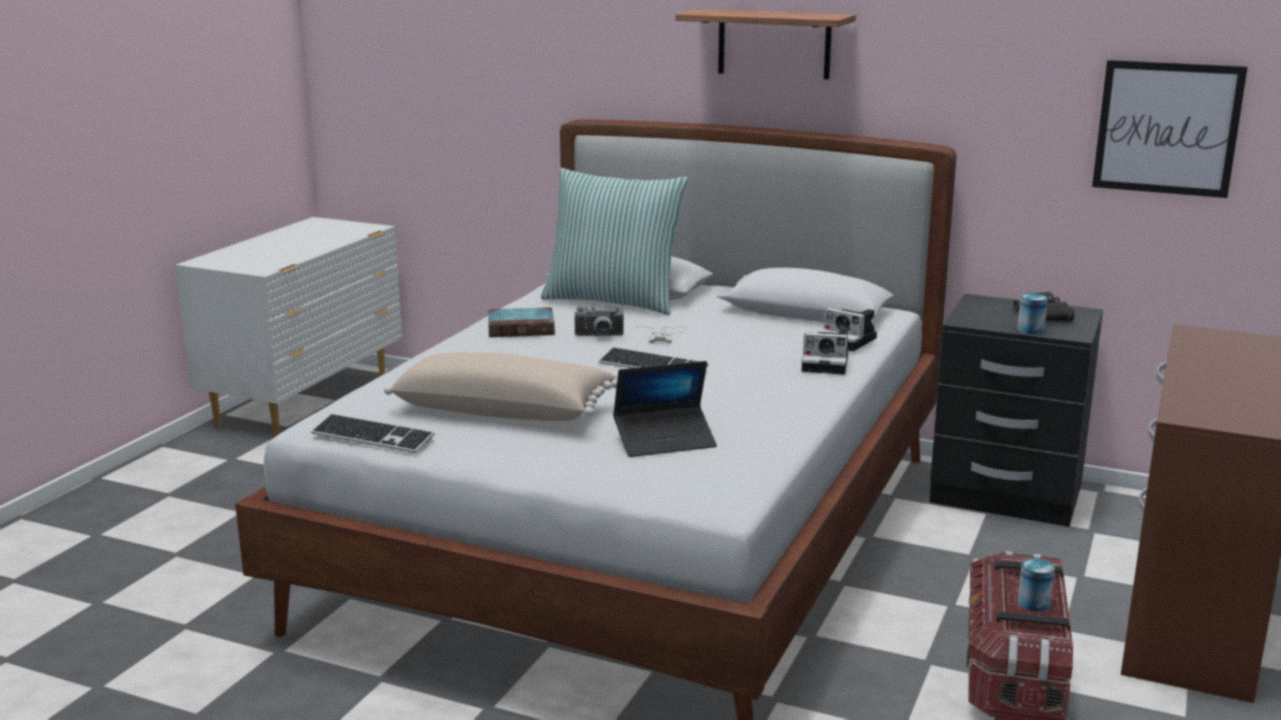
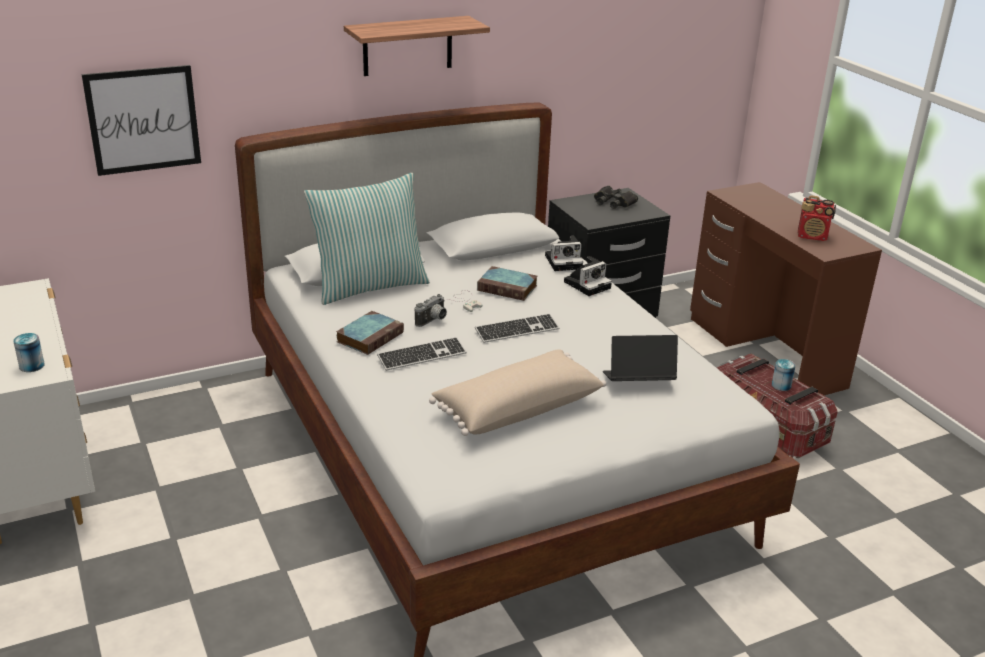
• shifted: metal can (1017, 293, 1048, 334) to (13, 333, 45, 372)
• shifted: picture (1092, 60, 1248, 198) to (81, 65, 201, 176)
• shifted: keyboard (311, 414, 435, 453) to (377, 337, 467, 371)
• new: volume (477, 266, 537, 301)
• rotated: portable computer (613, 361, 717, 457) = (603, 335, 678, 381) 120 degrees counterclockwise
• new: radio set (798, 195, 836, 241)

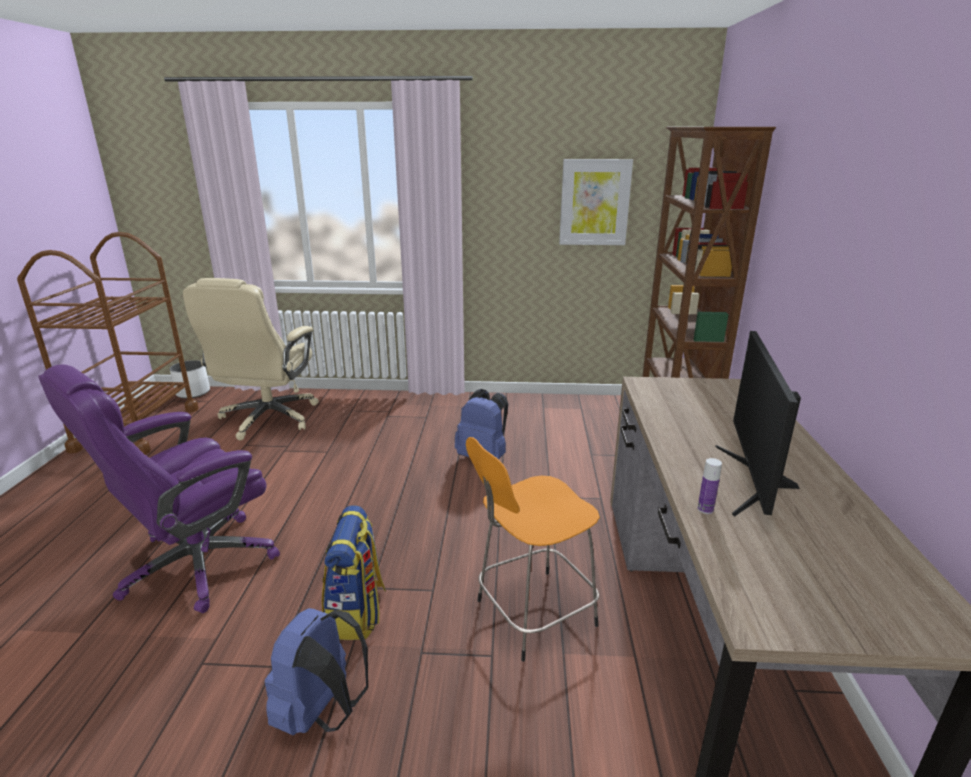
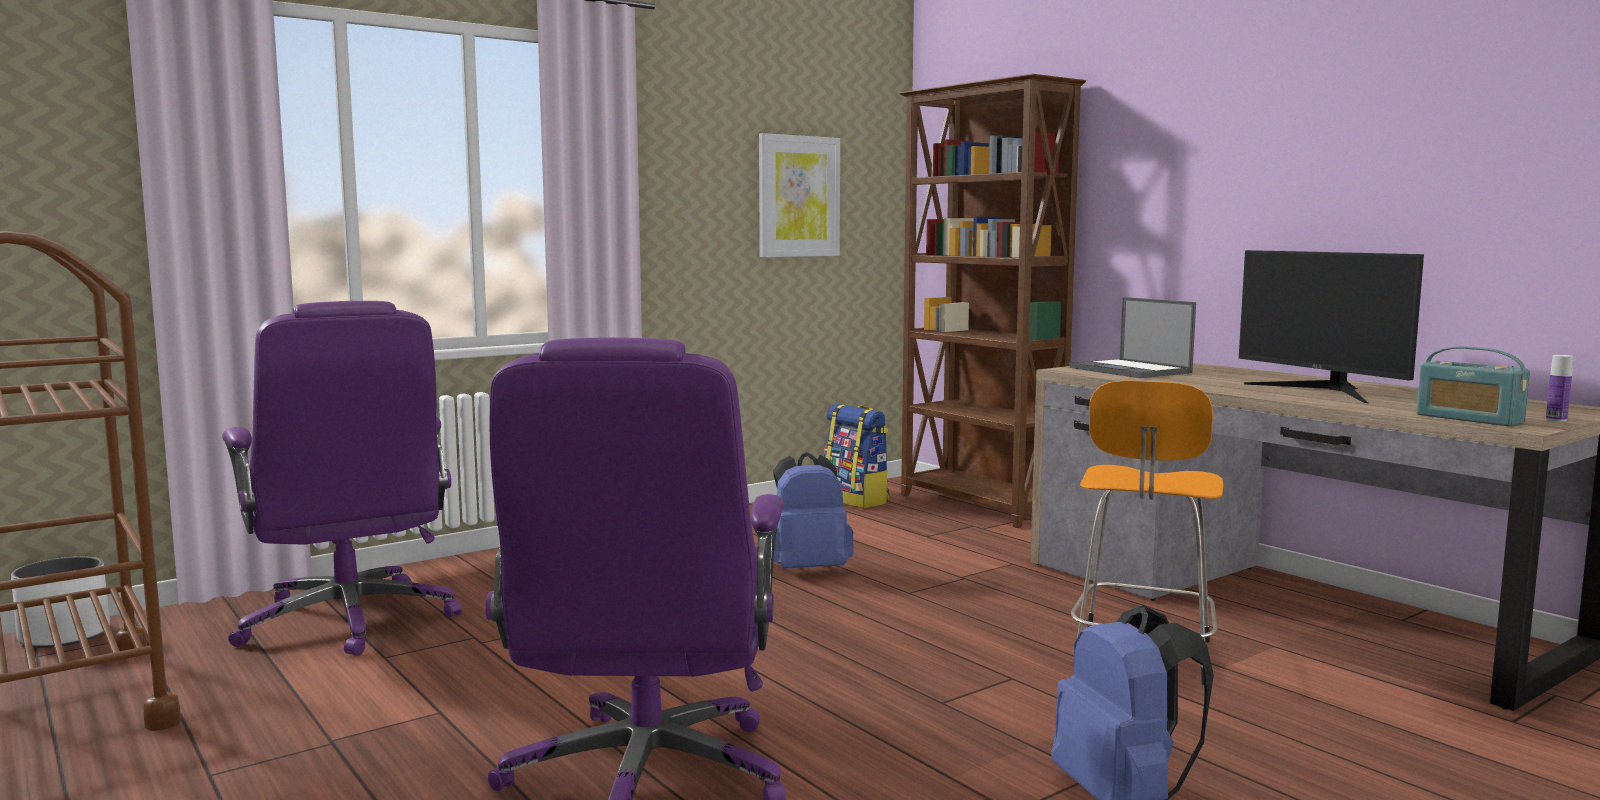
• repainted: desk chair (beige-coloured) (183, 278, 319, 440) to desk chair (purple) (222, 301, 462, 656)
• shifted: knapsack (322, 505, 386, 640) to (824, 404, 889, 508)
• new: portable computer (1070, 297, 1196, 378)
• new: radio set (1416, 347, 1530, 426)
• shifted: beverage bottle (698, 458, 722, 514) to (1546, 355, 1573, 422)

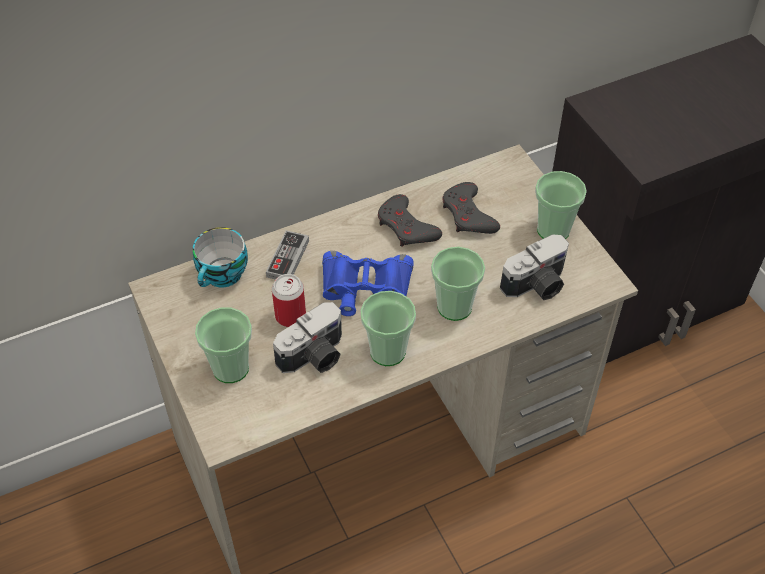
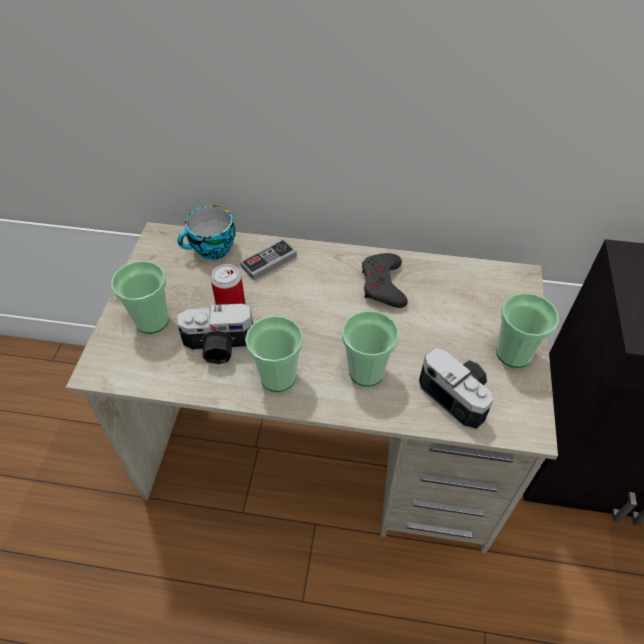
• rotated: photo camera (500, 234, 569, 300) = (419, 348, 493, 430) 135 degrees counterclockwise
• gone: binoculars (blue-coloured) (322, 251, 414, 316)
• gone: joypad (greyish) (443, 182, 500, 234)

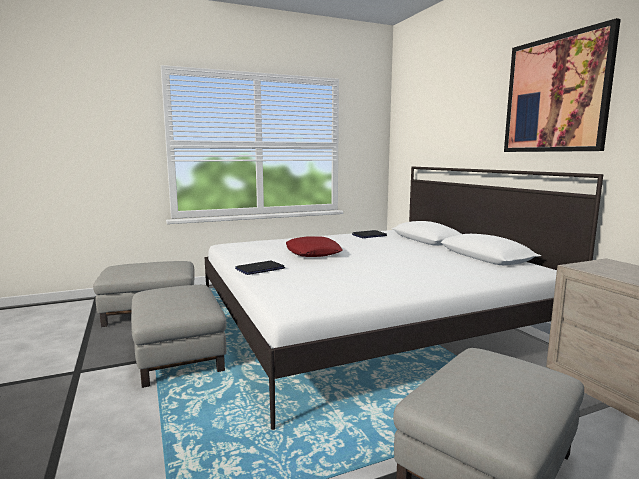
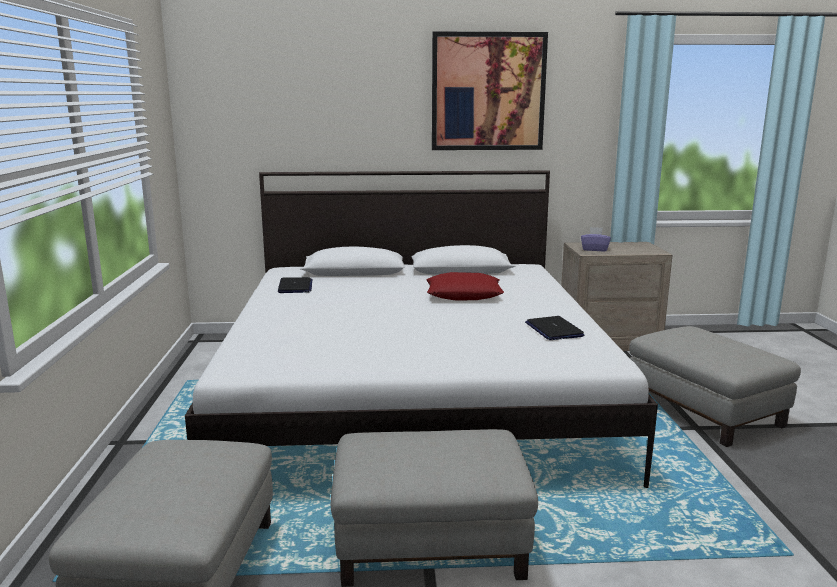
• shifted: pillow (red-coloured) (286, 236, 343, 257) to (426, 272, 504, 300)
• shifted: portable computer (235, 261, 285, 275) to (525, 316, 584, 340)
• new: box of tissues (purple) (581, 227, 611, 251)

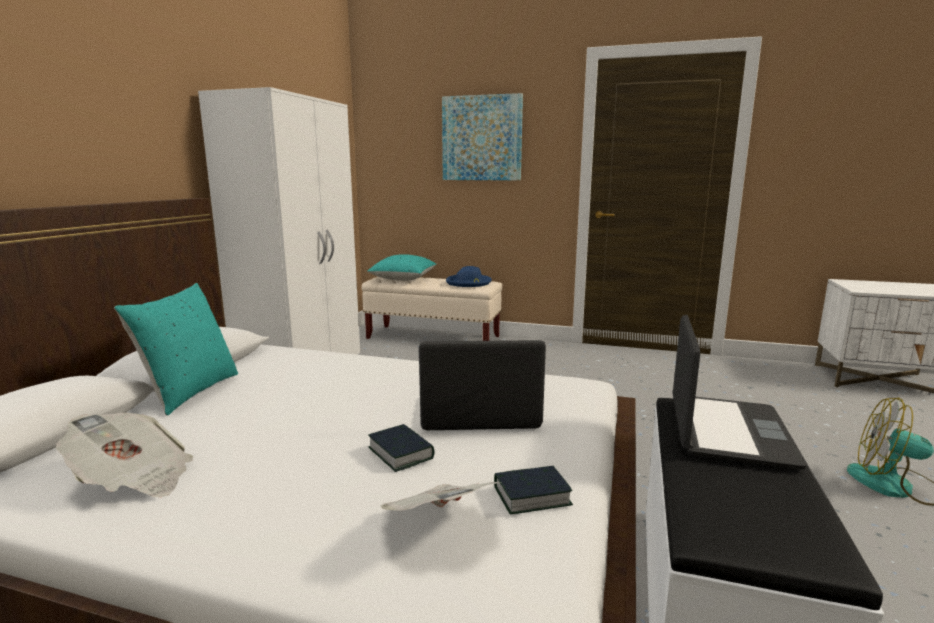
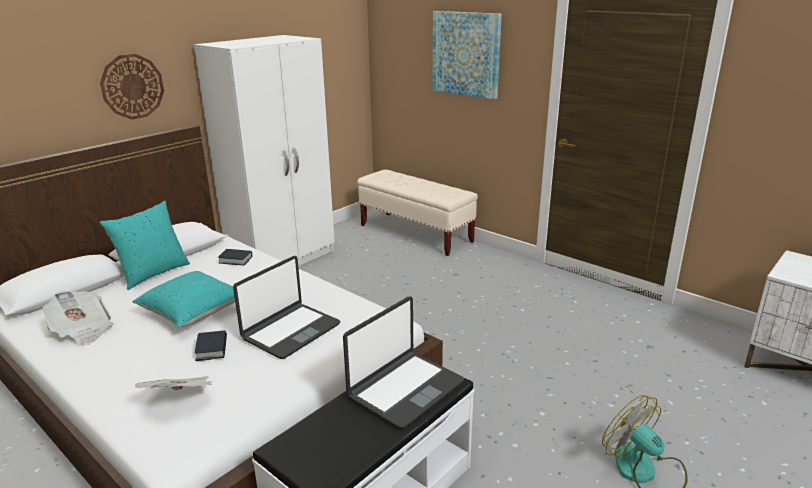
• new: clock on the wall (100, 54, 164, 120)
• shifted: pillow (turquoise) (367, 254, 437, 281) to (132, 271, 235, 327)
• shifted: volume (494, 466, 573, 514) to (218, 249, 252, 266)
• rotated: portable computer (419, 340, 546, 430) = (233, 256, 340, 359) 105 degrees clockwise
• gone: hat (blue-coloured) (446, 266, 492, 287)

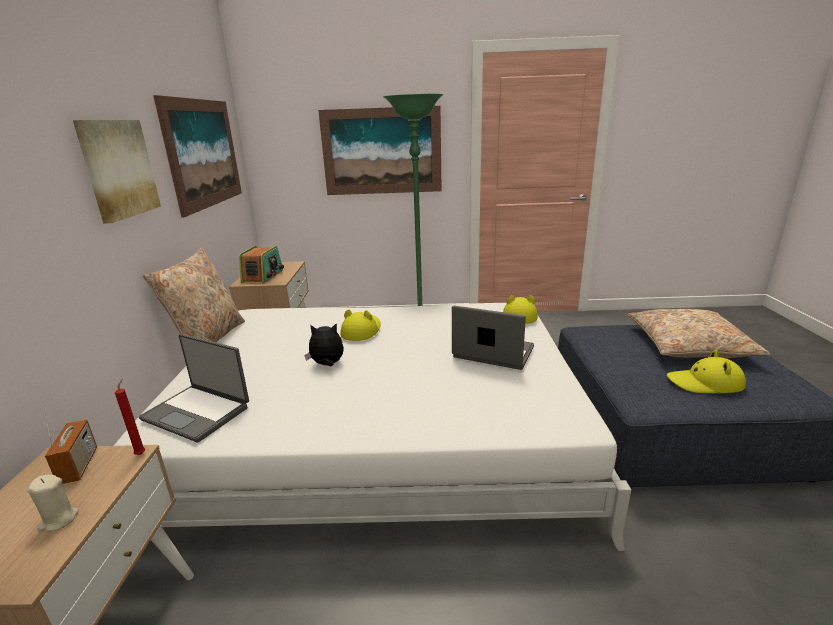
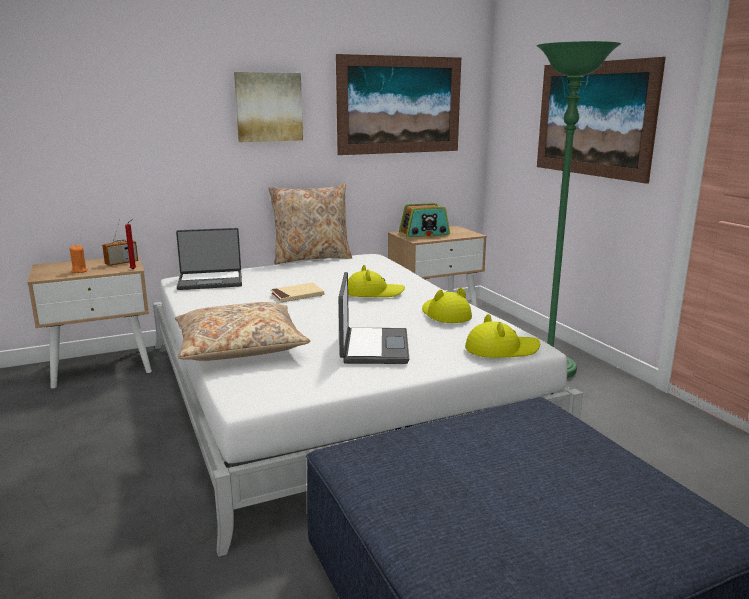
• repainted: wax light (beige-coloured) (28, 475, 79, 531) to wax light (orangey) (70, 245, 88, 273)
• shifted: pillow (beige-coloured) (628, 309, 770, 358) to (175, 302, 310, 361)
• rotated: portable computer (139, 334, 249, 442) = (176, 228, 242, 290) 105 degrees counterclockwise
• swapped: plush toy (304, 323, 344, 366) to volume (beige-coloured) (270, 282, 324, 303)
• shifted: hat (yellow-coloured) (667, 350, 746, 393) to (422, 288, 472, 323)

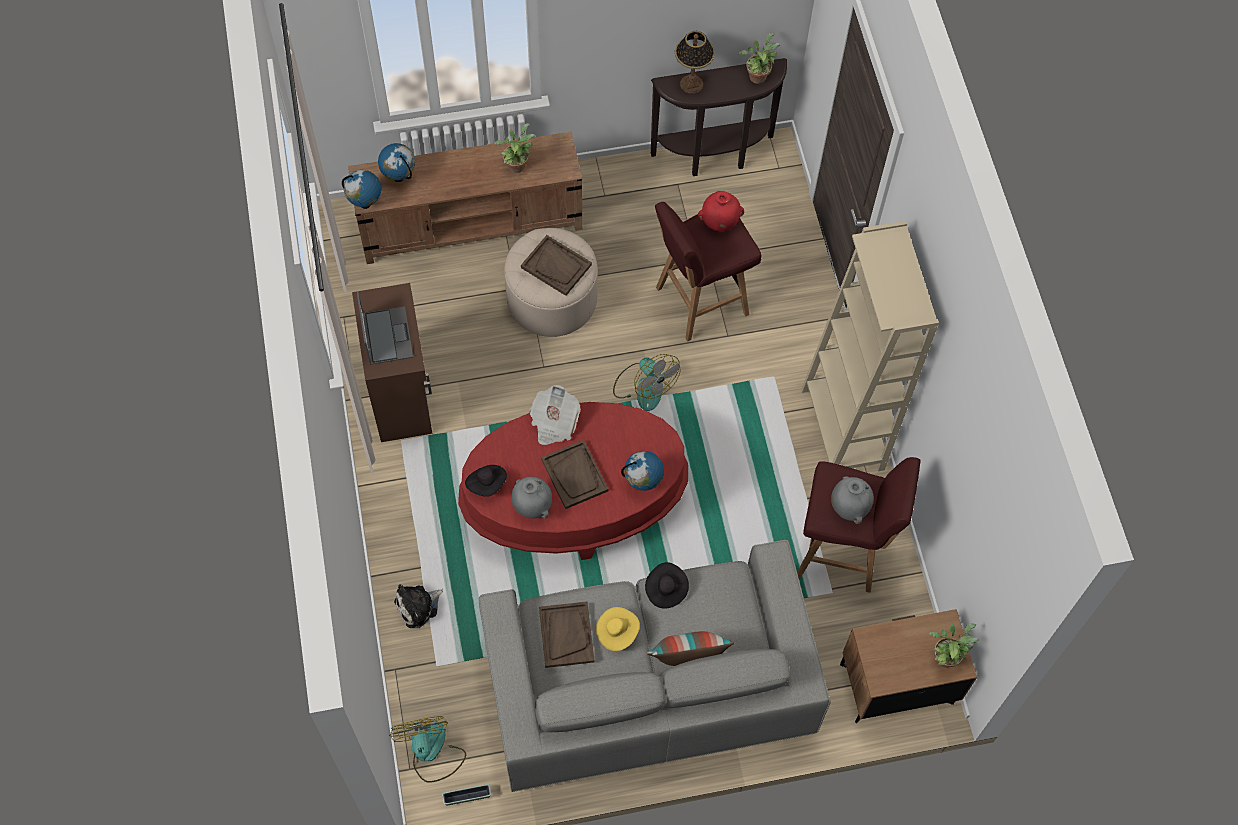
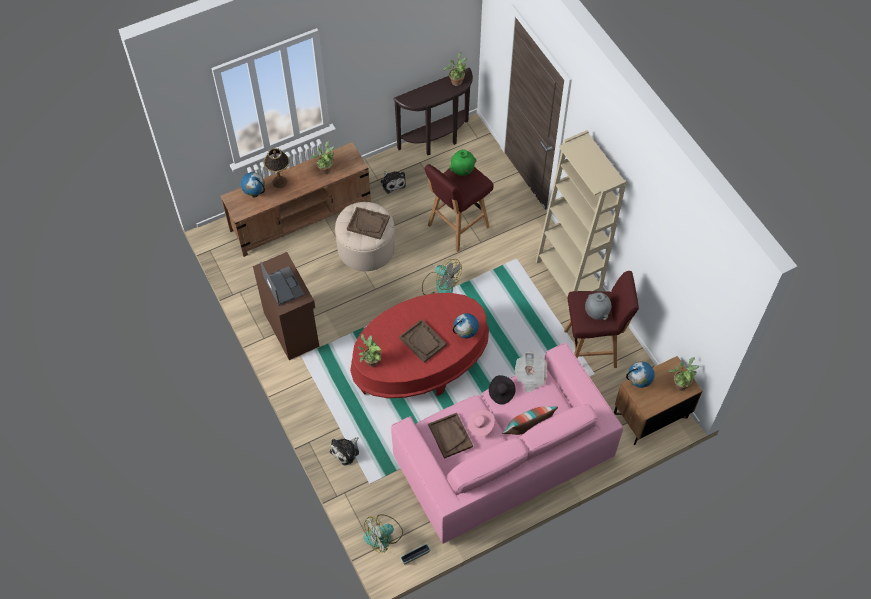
• shifted: tabletop lamp (675, 31, 715, 94) to (263, 148, 289, 188)
• swapped: hat (black-coloured) (465, 465, 507, 497) to plant in a pot (358, 334, 382, 367)
• rotated: electric fan (389, 716, 466, 783) = (364, 514, 403, 553) 90 degrees counterclockwise
• new: plush toy (381, 171, 406, 194)
• repainted: sofa (greyish) (479, 540, 830, 792) to sofa (pink) (391, 343, 623, 544)
• repainted: vase (red-coloured) (698, 191, 744, 232) to vase (green-coloured) (449, 149, 477, 176)
• repainted: hat (yellow-coloured) (596, 607, 640, 651) to hat (pink) (467, 409, 495, 437)
• shifted: printed paper (529, 385, 581, 445) to (514, 352, 547, 393)
• shifted: globe (342, 170, 381, 209) to (626, 362, 655, 388)
• gone: vase (greyish) (511, 477, 552, 519)

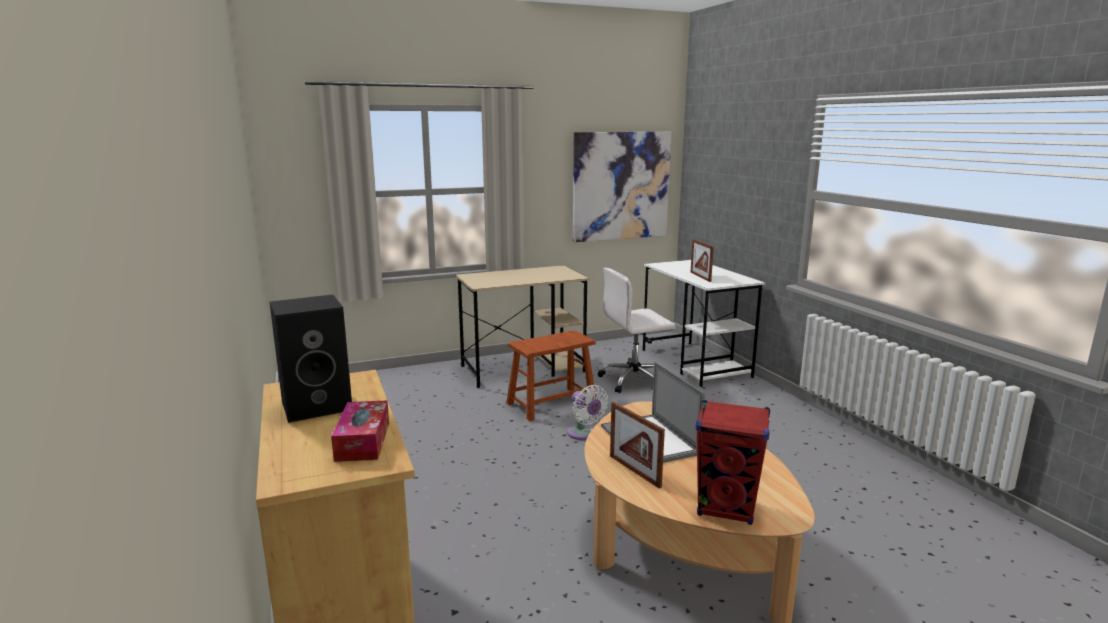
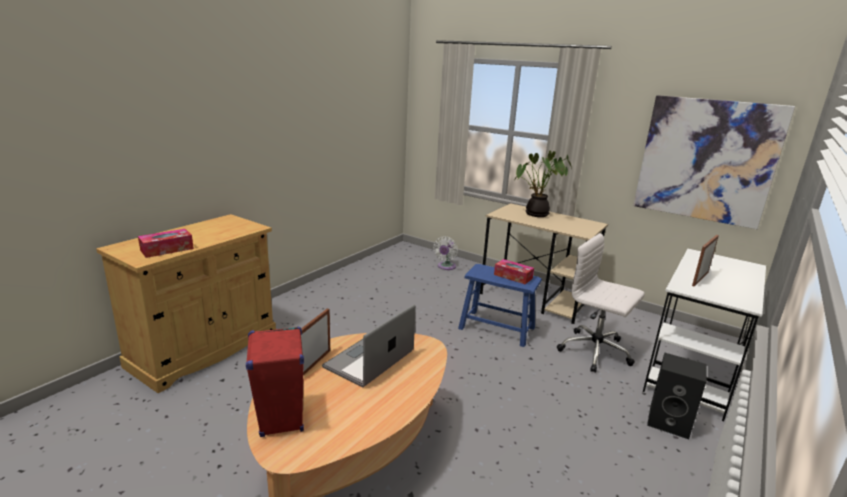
• shifted: electric fan (white) (567, 385, 608, 440) to (433, 237, 458, 270)
• repainted: stool seat (brown) (506, 331, 596, 421) to stool seat (blue-coloured) (458, 264, 542, 347)
• new: box of tissues (494, 259, 534, 284)
• new: plant in a pot (514, 151, 572, 217)
• shifted: audio speaker (black-coloured) (270, 294, 352, 423) to (647, 352, 706, 439)

